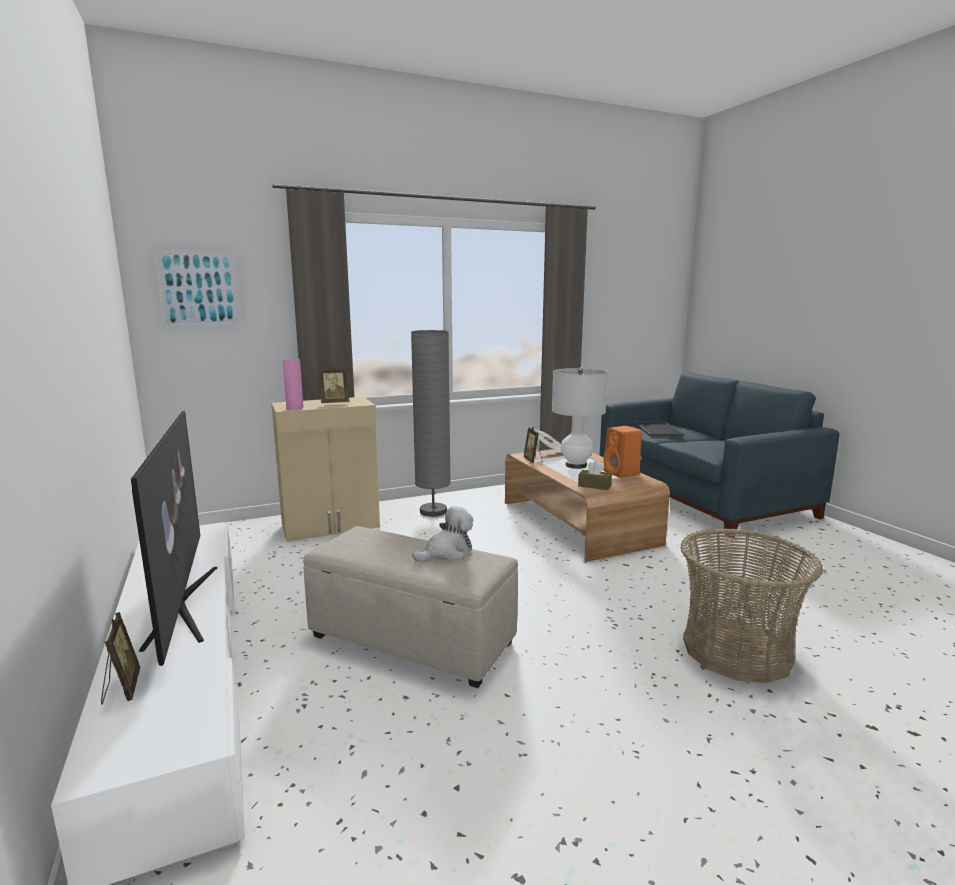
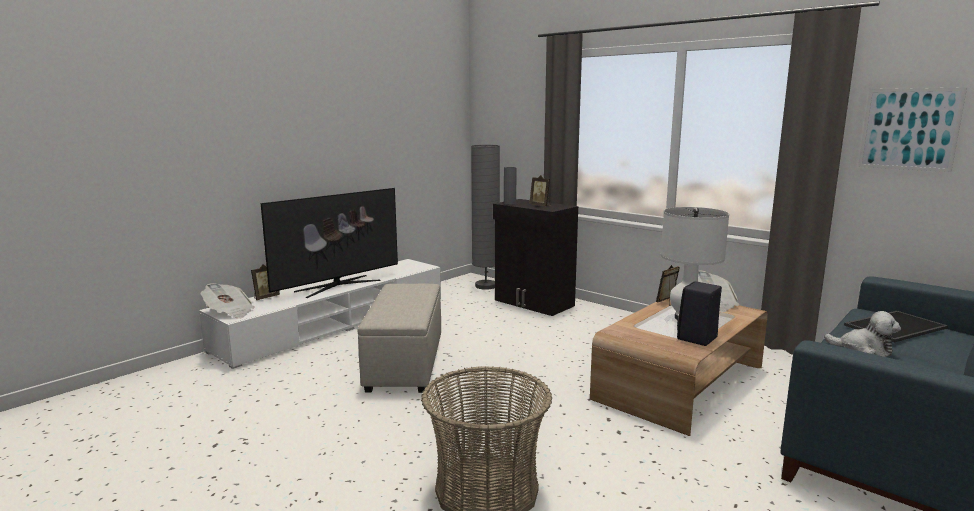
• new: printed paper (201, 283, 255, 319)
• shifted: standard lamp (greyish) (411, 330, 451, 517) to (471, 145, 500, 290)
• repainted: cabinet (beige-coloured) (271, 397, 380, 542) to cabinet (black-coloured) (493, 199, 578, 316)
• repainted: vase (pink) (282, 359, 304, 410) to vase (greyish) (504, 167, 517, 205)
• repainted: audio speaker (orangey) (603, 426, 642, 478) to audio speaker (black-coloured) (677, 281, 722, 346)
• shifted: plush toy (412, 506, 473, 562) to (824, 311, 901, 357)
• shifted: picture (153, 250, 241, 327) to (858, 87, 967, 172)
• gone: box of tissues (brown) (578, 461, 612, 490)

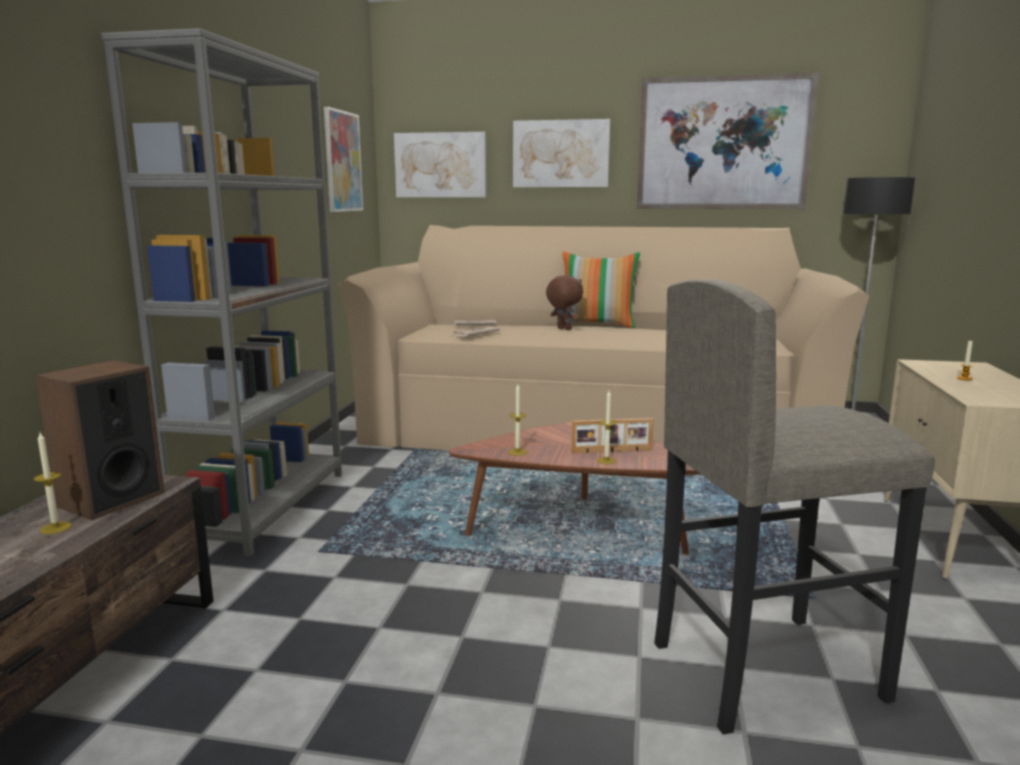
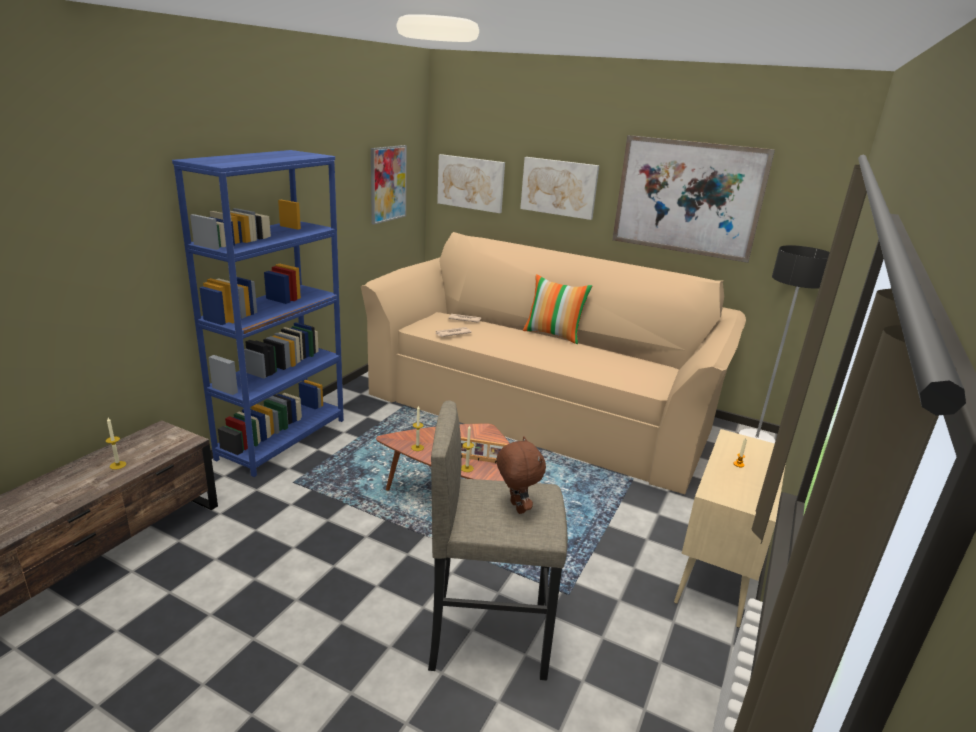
• repainted: shelving unit (greyish) (101, 28, 342, 556) to shelving unit (blue-coloured) (172, 150, 344, 477)
• shifted: plush toy (brown) (546, 275, 583, 330) to (497, 437, 546, 514)
• gone: audio speaker (35, 360, 165, 520)

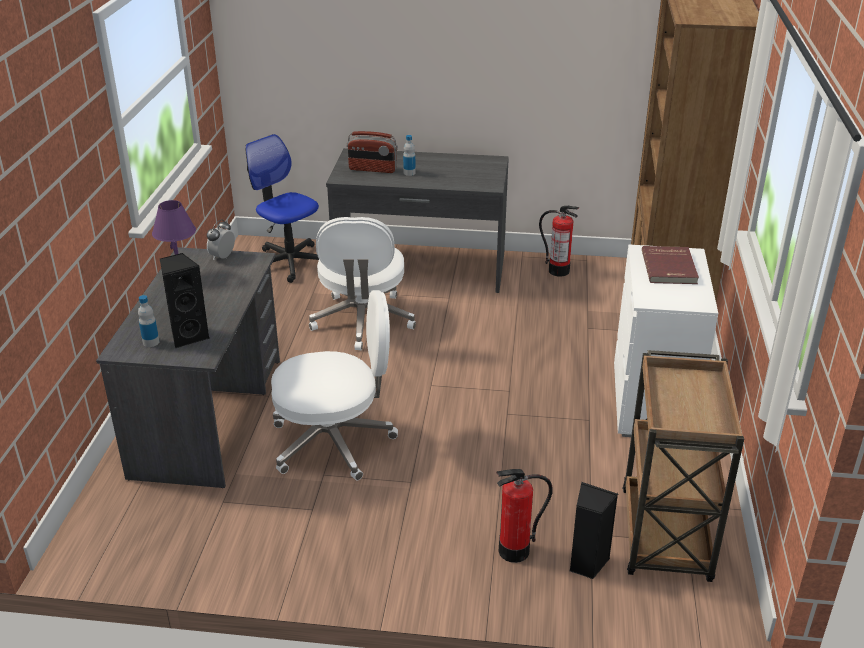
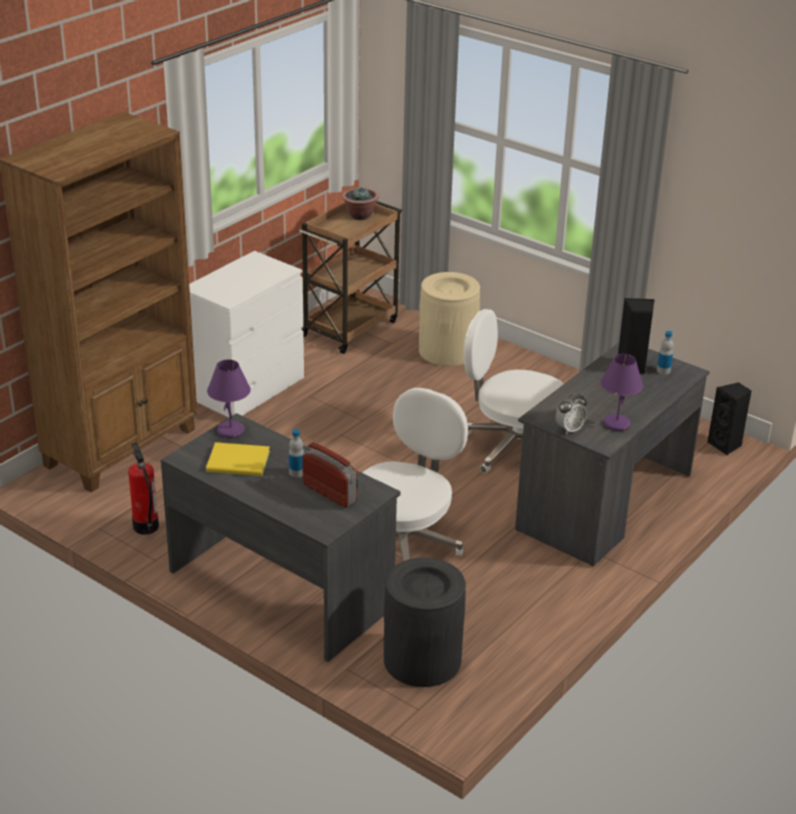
• new: volume (yellow-coloured) (206, 442, 270, 476)
• new: tabletop lamp (purple) (207, 360, 251, 438)
• new: plant in a pot (342, 187, 379, 220)
• swapped: desk chair (245, 134, 319, 283) to trash can (black-coloured) (384, 557, 466, 687)
• swapped: fire extinguisher (496, 469, 553, 563) to trash can (beige-coloured) (419, 272, 480, 366)
• shifted: audio speaker (black-coloured) (570, 482, 618, 579) to (707, 382, 752, 455)
• gone: volume (red-coloured) (642, 246, 699, 284)

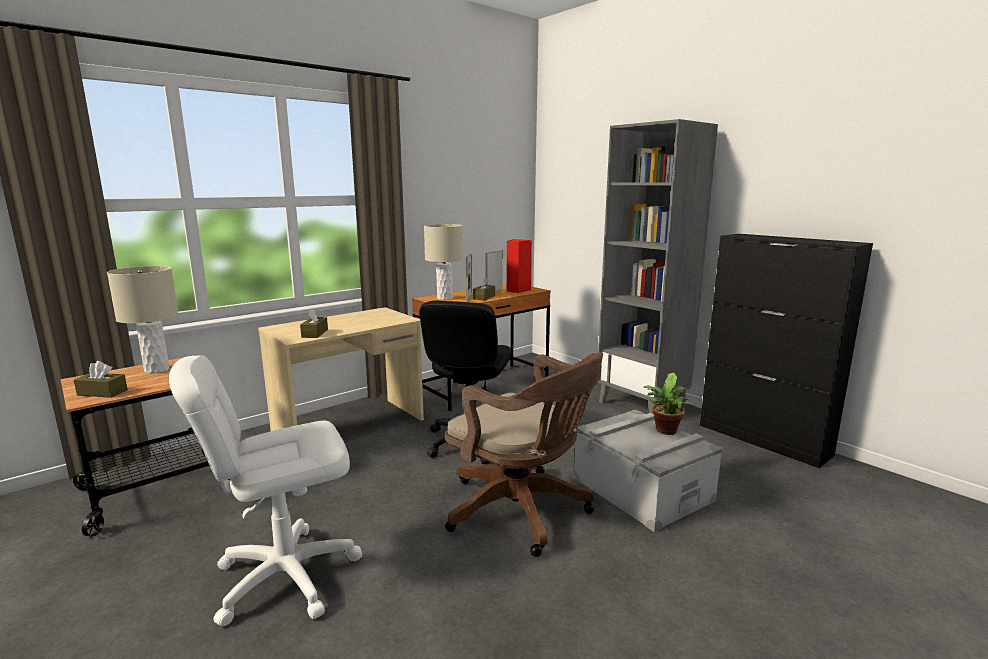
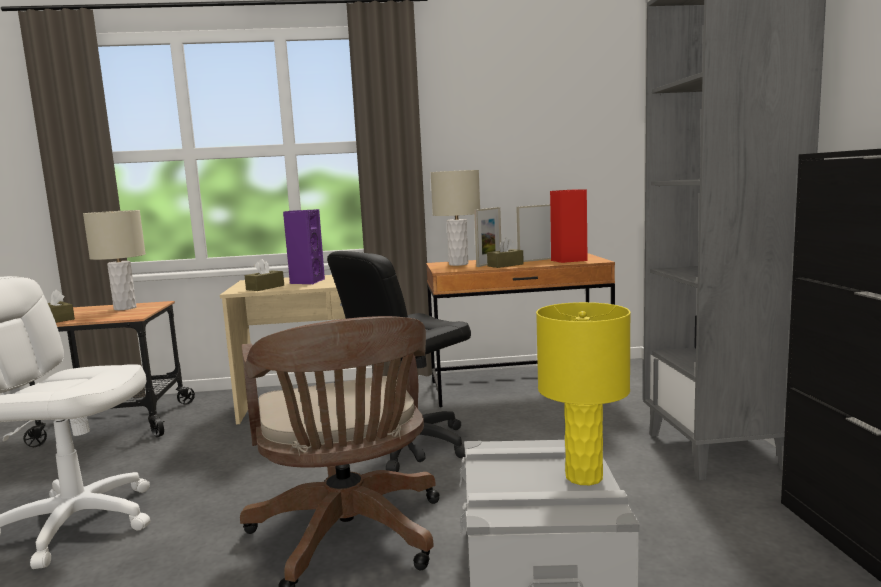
• new: audio speaker (purple) (283, 209, 325, 284)
• swapped: plant in a pot (643, 373, 695, 435) to tabletop lamp (yellow-coloured) (536, 302, 631, 485)

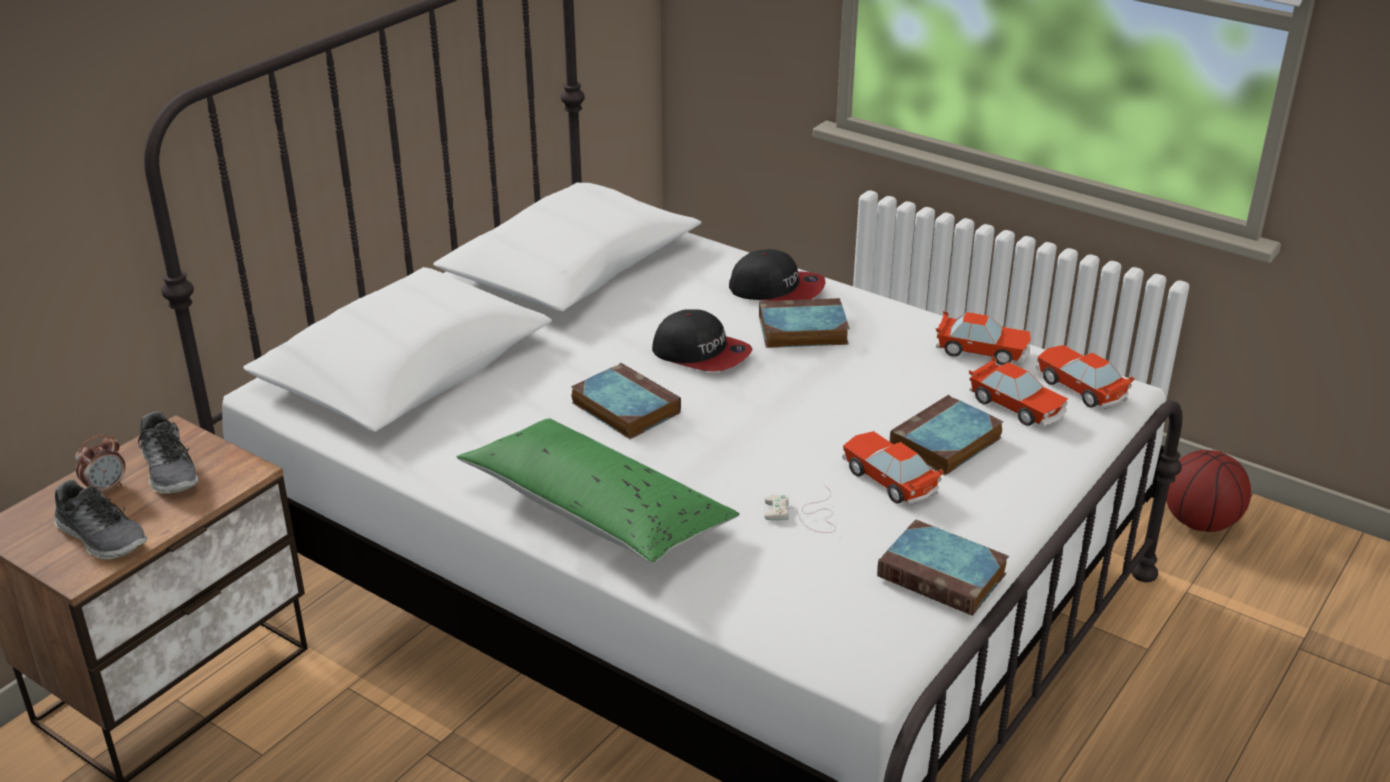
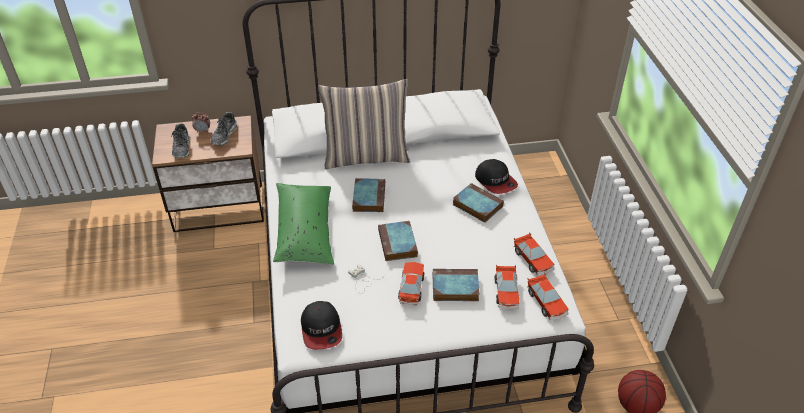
• shifted: peaked cap (652, 309, 753, 372) to (301, 301, 342, 350)
• new: pillow (318, 79, 410, 169)
• shifted: volume (877, 519, 1009, 616) to (378, 221, 418, 261)
• rotated: toy car (1035, 345, 1135, 410) = (527, 273, 569, 320) 150 degrees clockwise

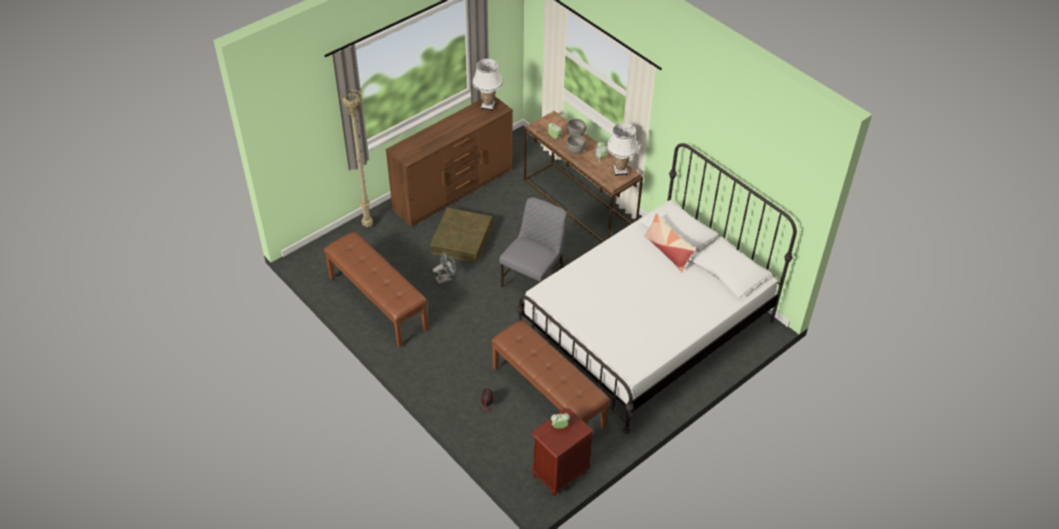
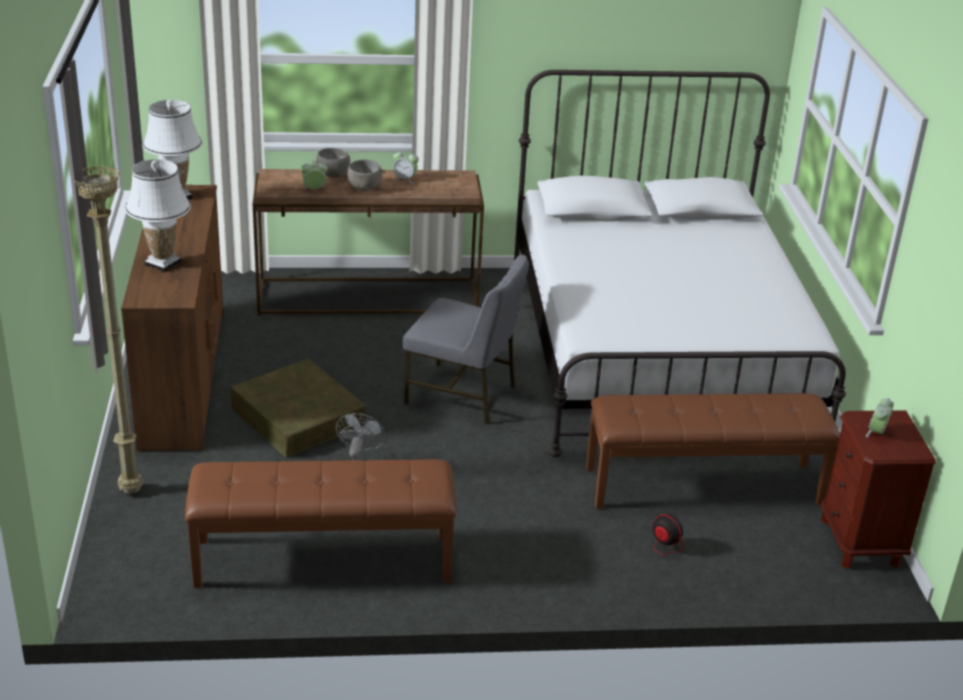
• shifted: tabletop lamp (white) (606, 123, 639, 176) to (125, 159, 191, 272)
• rotated: chair (greyish) (499, 197, 567, 288) = (402, 255, 529, 424) 135 degrees clockwise
• gone: pillow (644, 213, 696, 273)

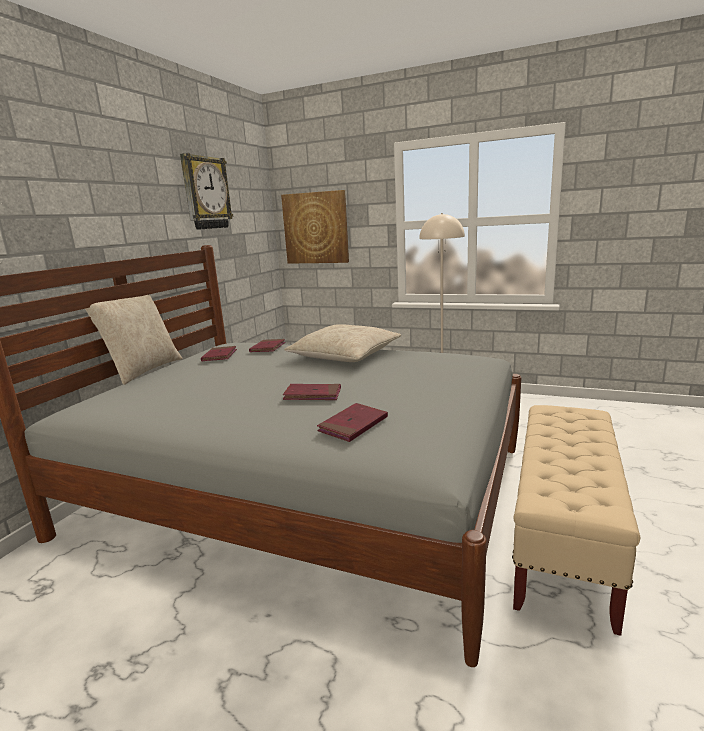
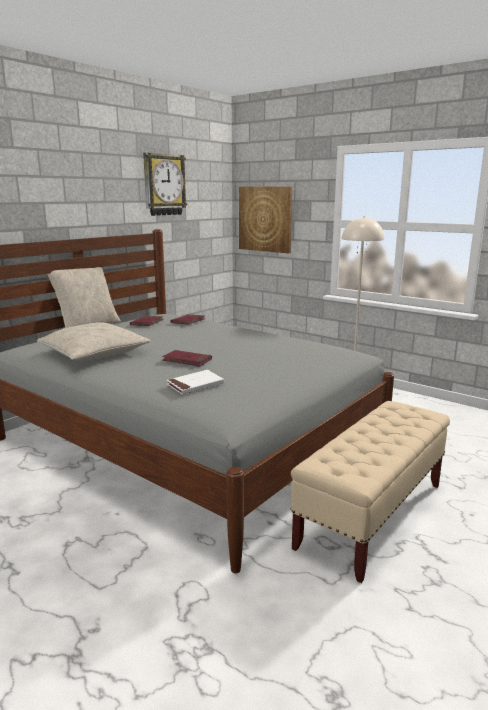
• shifted: pillow (beige-coloured) (284, 324, 401, 362) to (37, 322, 150, 362)
• repainted: volume (red-coloured) (317, 403, 388, 442) to volume (white) (167, 370, 224, 395)

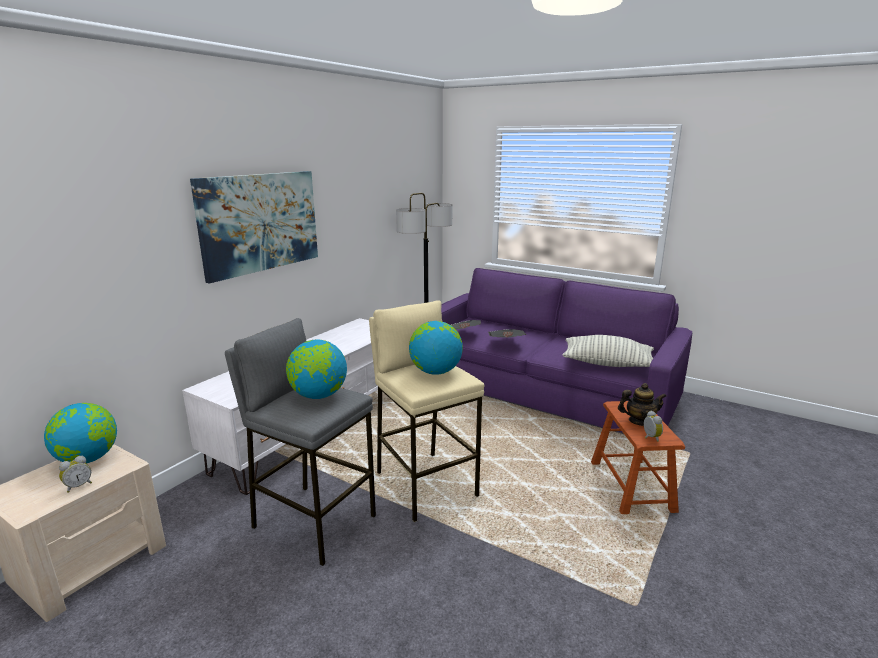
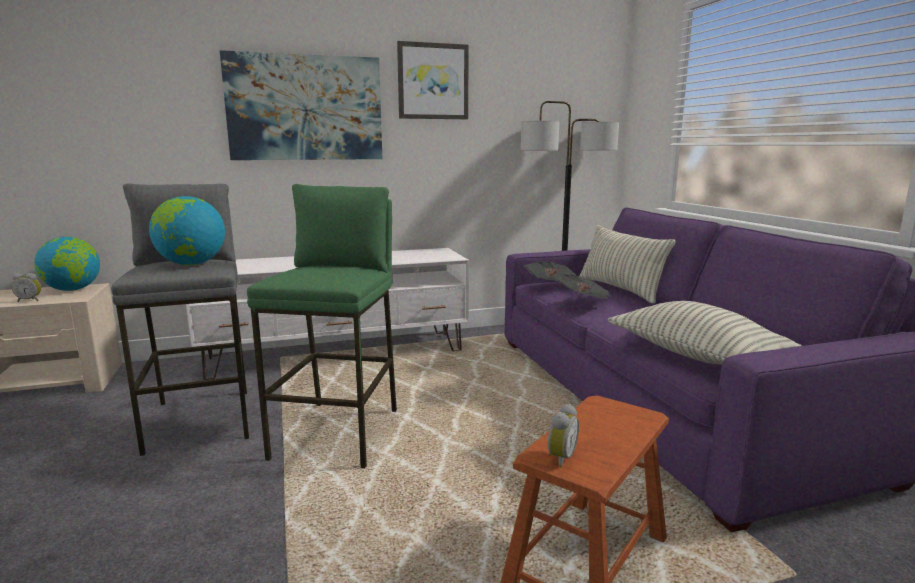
• repainted: stool seat (beige-coloured) (369, 300, 485, 522) to stool seat (green-coloured) (247, 184, 397, 468)
• new: picture (397, 41, 469, 119)
• new: pillow (579, 225, 676, 303)
• gone: globe (409, 321, 463, 375)
• gone: tea pot (618, 383, 666, 426)

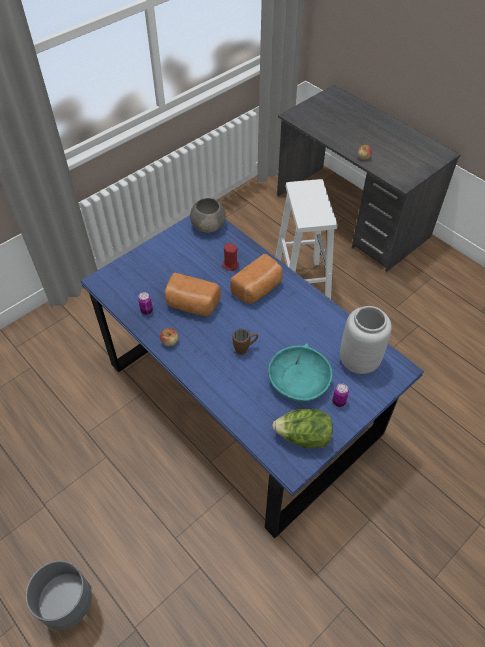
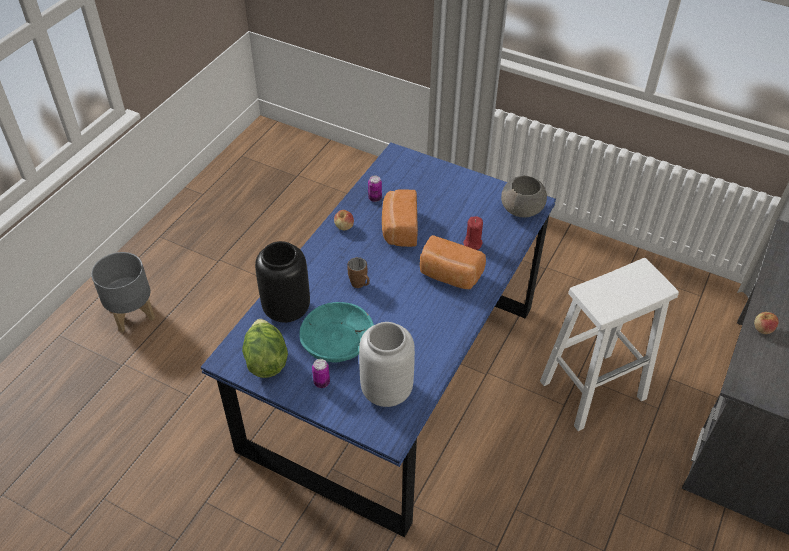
• new: vase (black-coloured) (255, 241, 310, 323)

